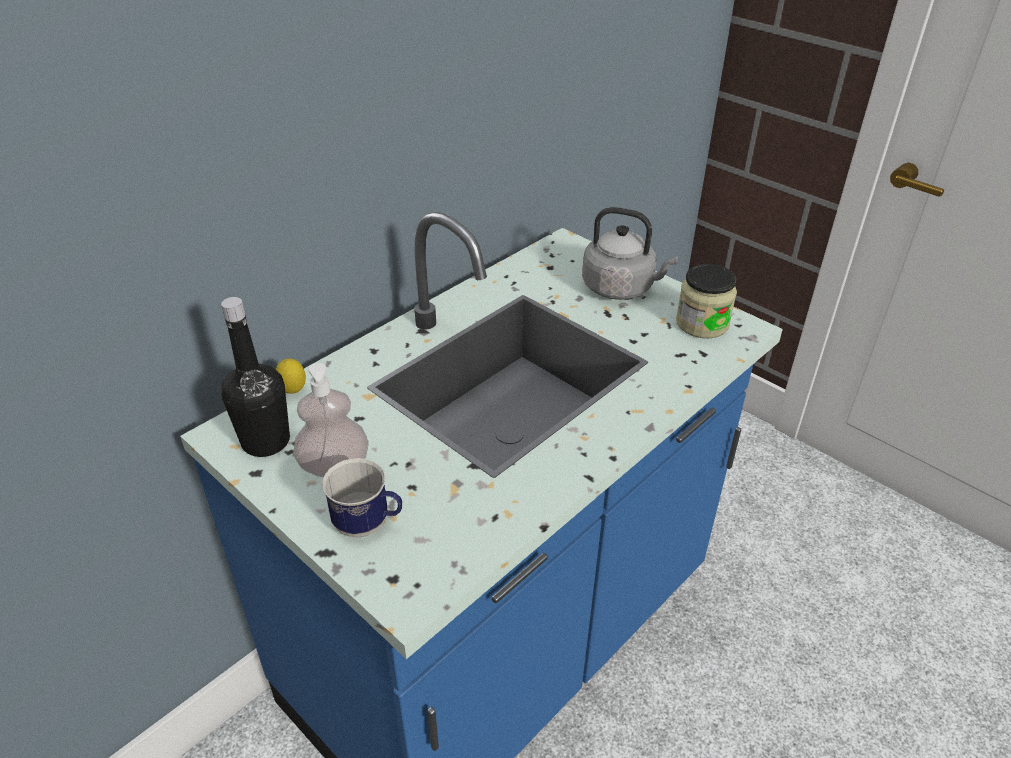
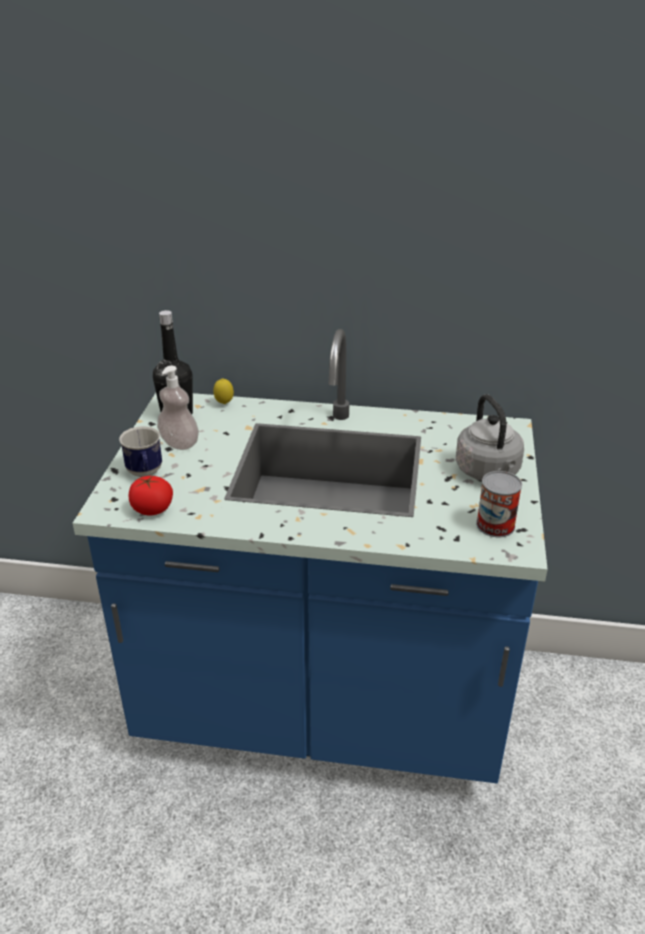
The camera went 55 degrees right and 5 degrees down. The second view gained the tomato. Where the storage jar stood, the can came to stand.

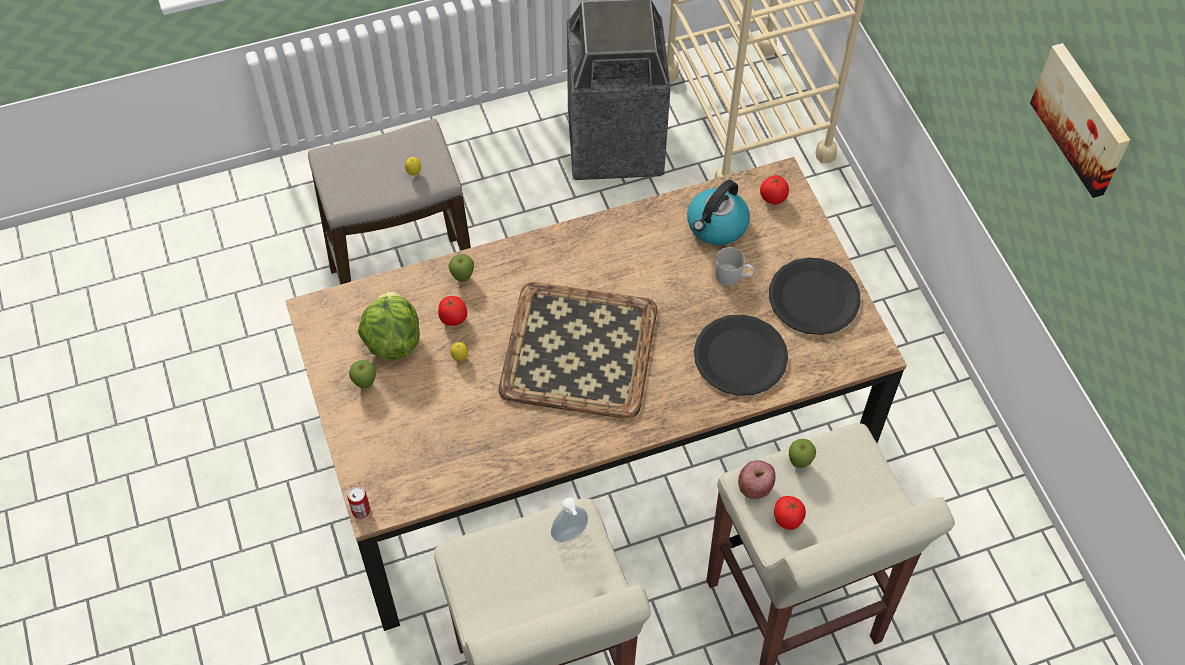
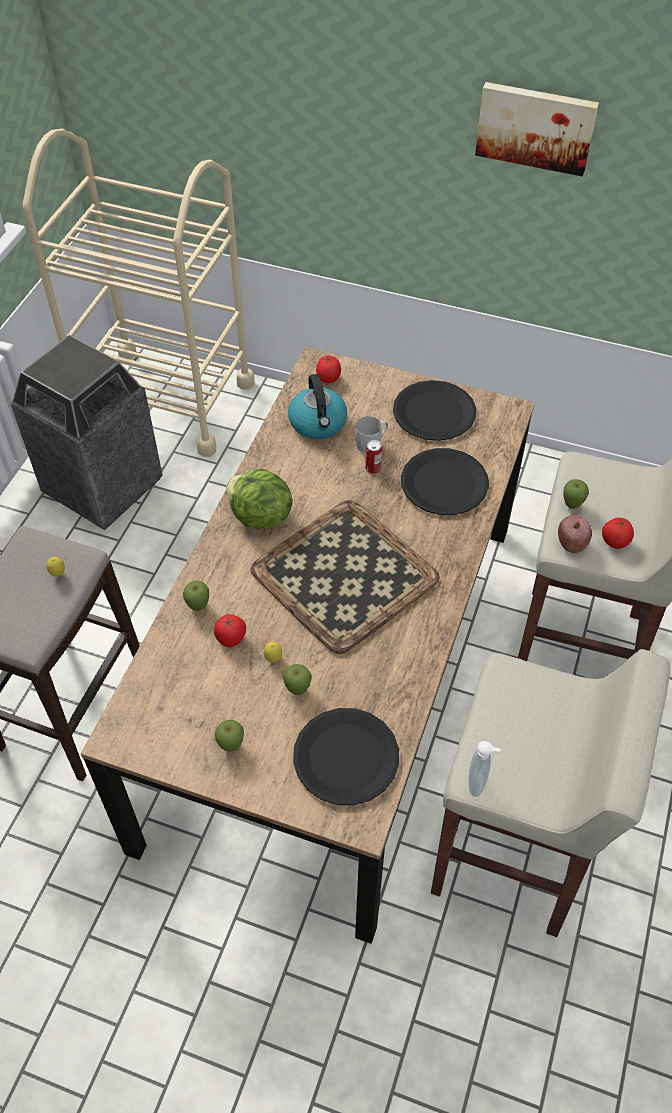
The camera went 50 degrees left and 5 degrees down. The second view gained the apple (3rd from left). The second view gained the flat dish (black) (1st from left). The can ended up elsewhere. The head of lettuce ended up elsewhere. The soap bottle ended up elsewhere.

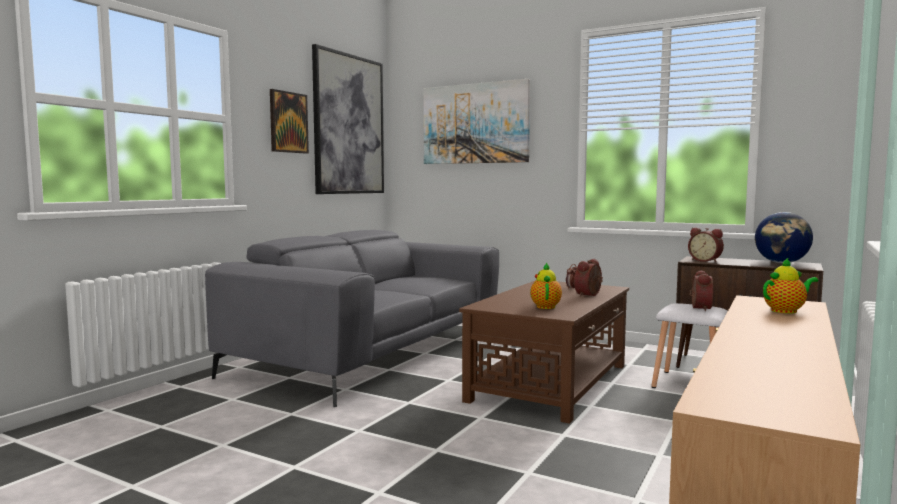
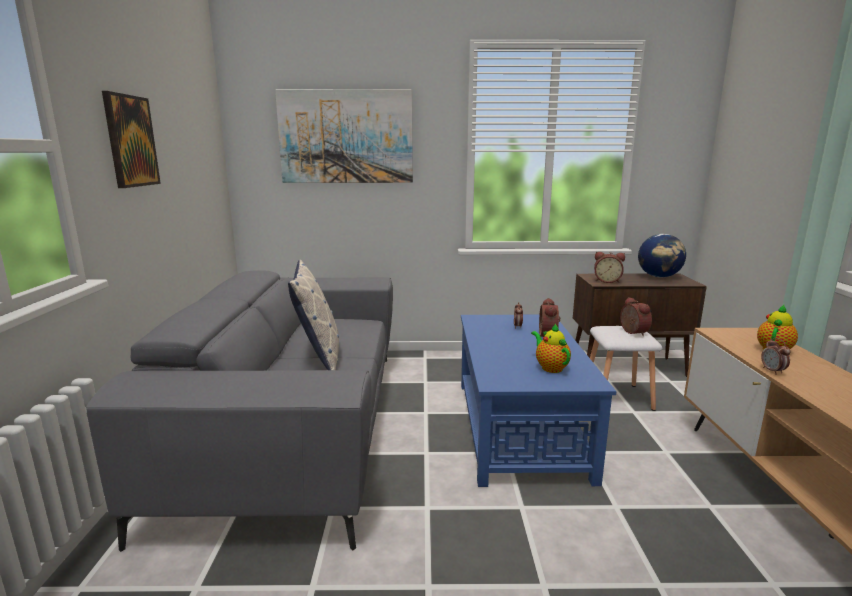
The camera went 30 degrees left and 10 degrees up. The second view lost the picture (2nd from left). The second view gained the throw pillow. The second view gained the alarm clock (5th from left). What was the low table (brown) turned into the low table (blue).

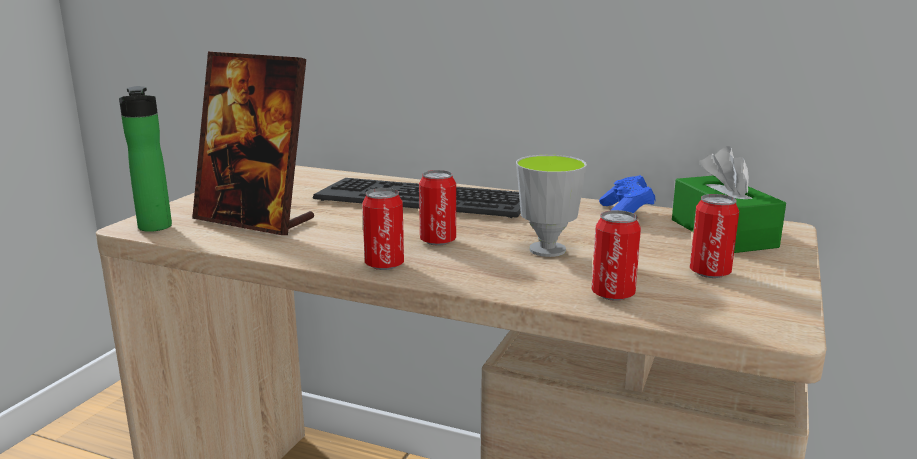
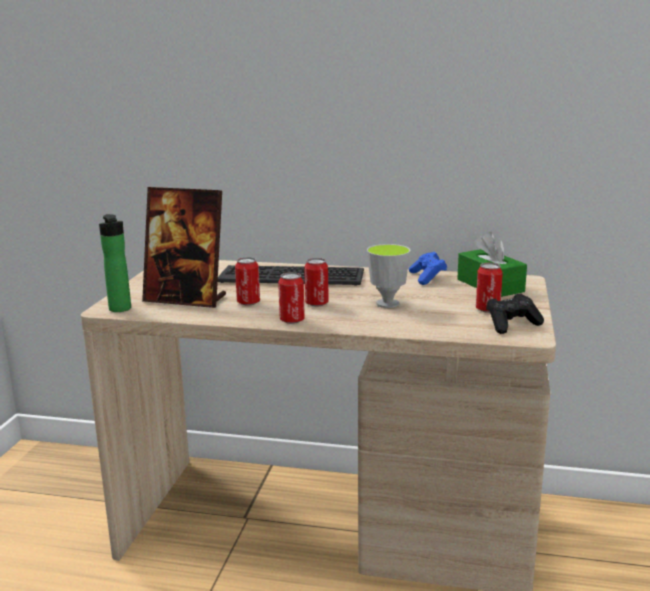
The camera went 10 degrees left and 0 degrees up. The second view gained the game controller (black). The can (3rd from left in the first image) ended up elsewhere.

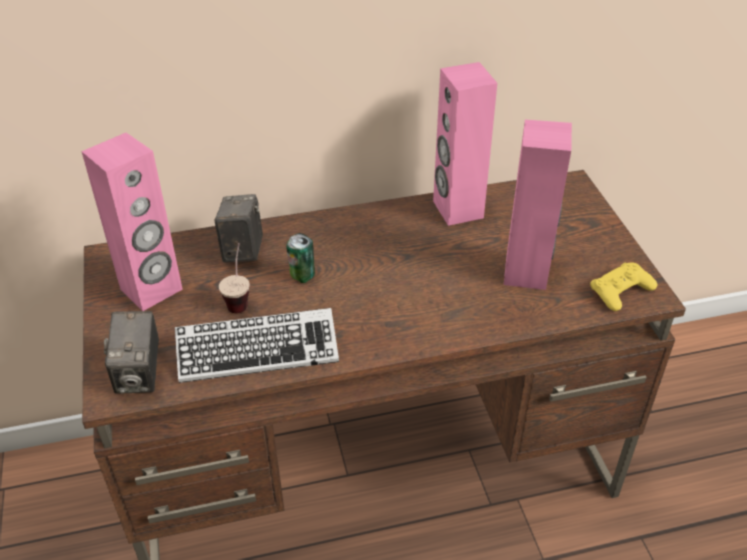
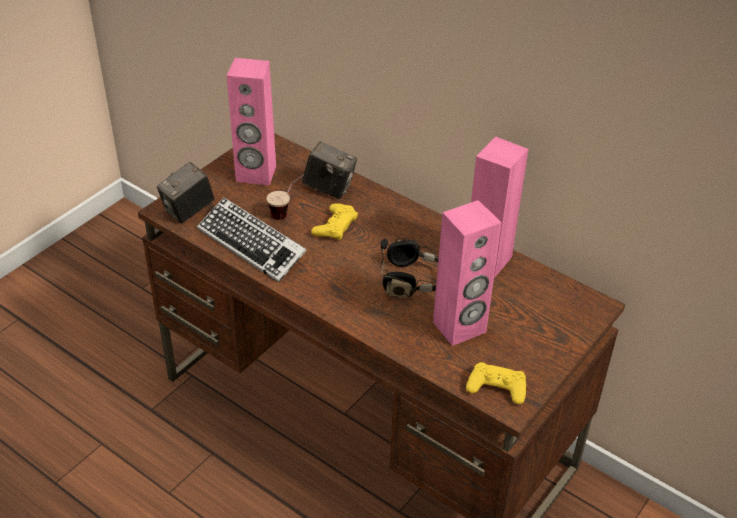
The camera went 50 degrees right and 0 degrees up. The second view gained the headset (black). Where the can stood, the game controller (yellowish) (1st from left) came to stand. The photo camera (2nd from left) ended up facing another way, 60 degrees clockwise from before.

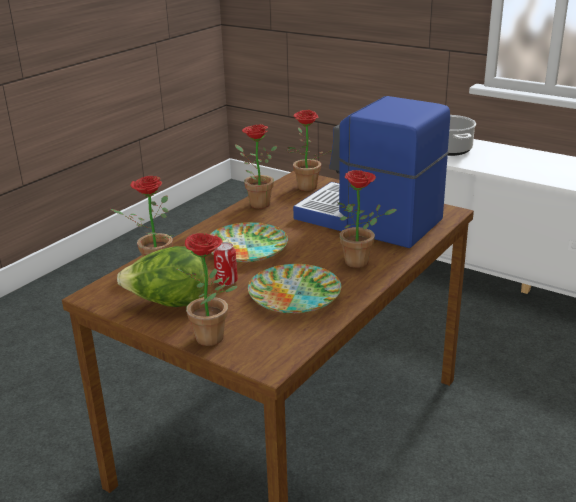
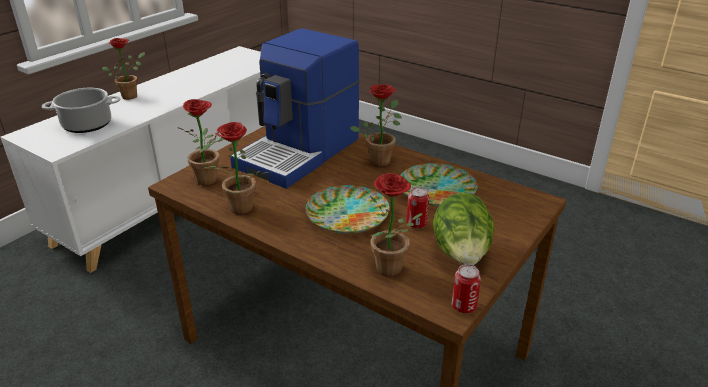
The camera went 90 degrees left and 5 degrees up. The second view gained the can (2nd from left). The houseplant (2nd from left in the first image) ended up elsewhere.

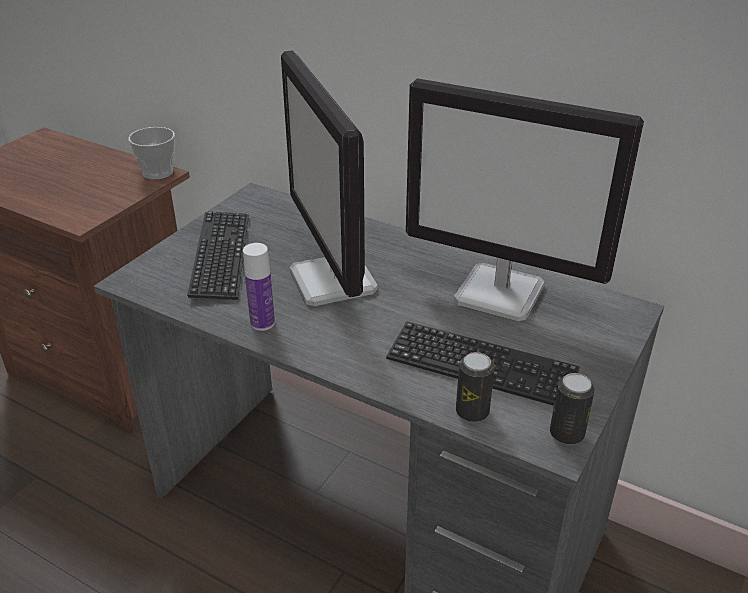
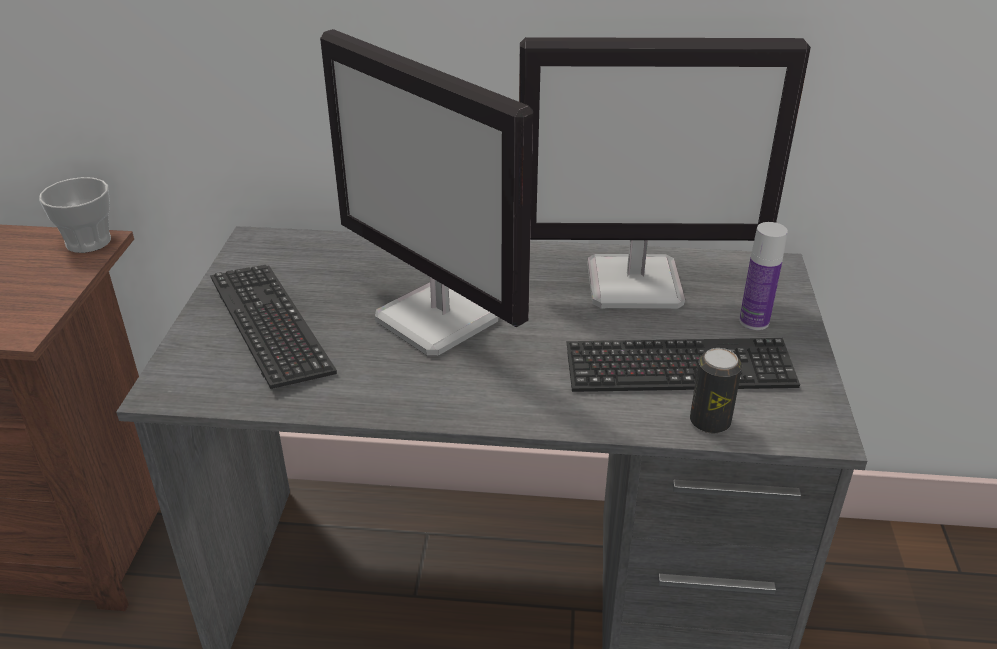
The camera went 25 degrees left and 0 degrees up. The second view lost the can (2nd from left). The beverage bottle ended up elsewhere.

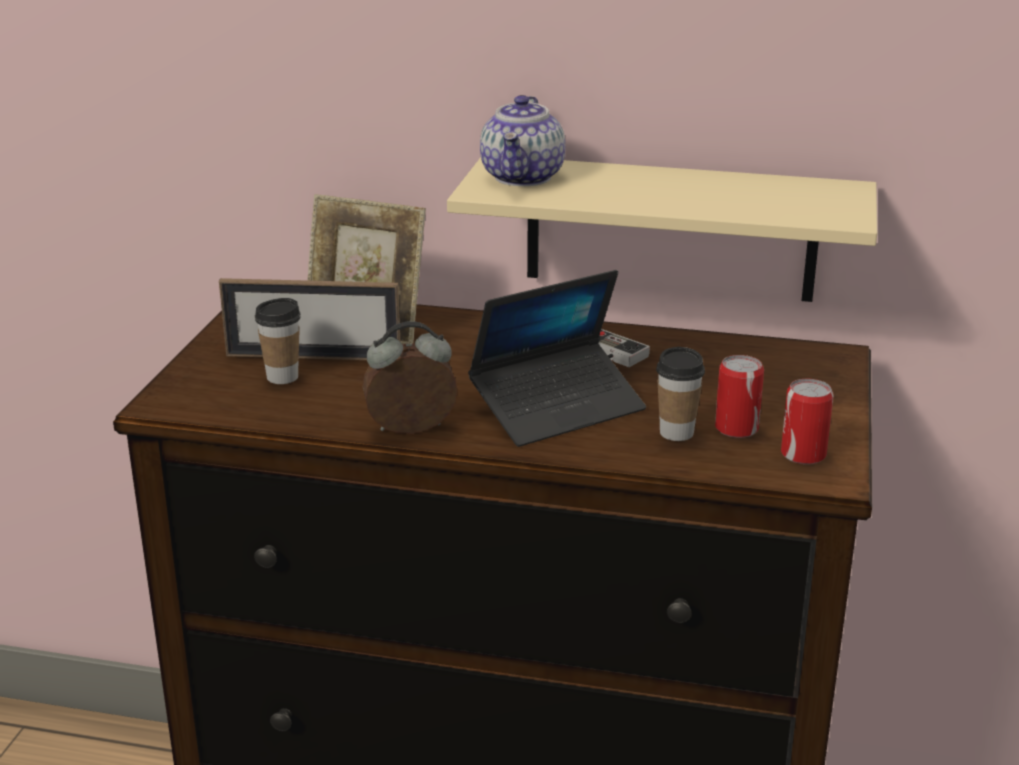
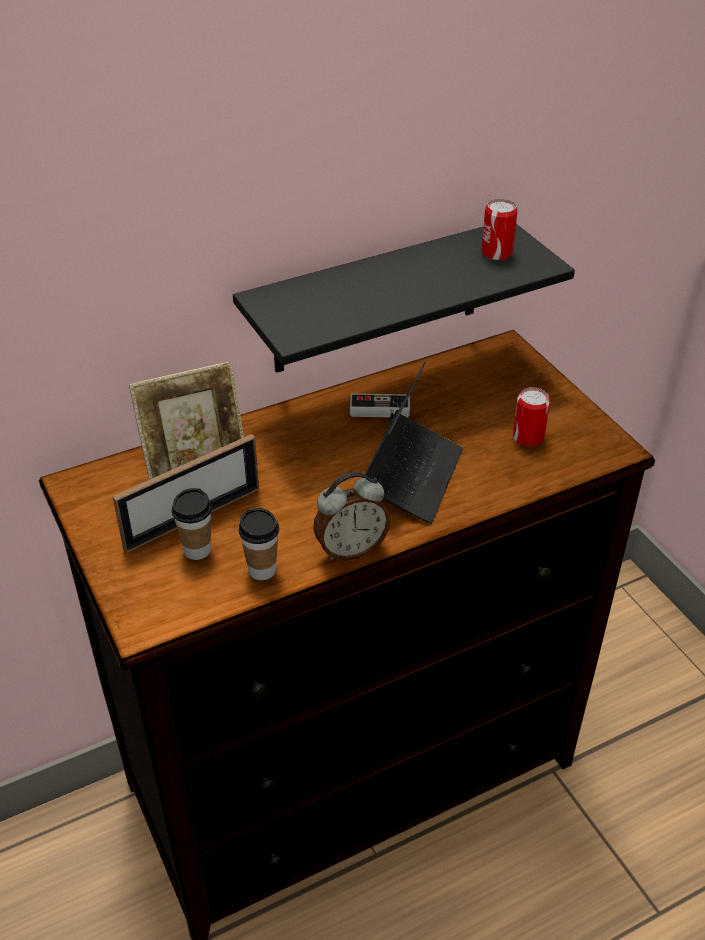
The camera went 40 degrees left and 15 degrees up. The second view lost the tea pot. The small cup (2nd from left) ended up elsewhere. The can (2nd from left in the first image) ended up elsewhere. What was the bracket shelf (sand-coloured) turned into the bracket shelf (black). The alarm clock ended up facing another way, 150 degrees counterclockwise from before.

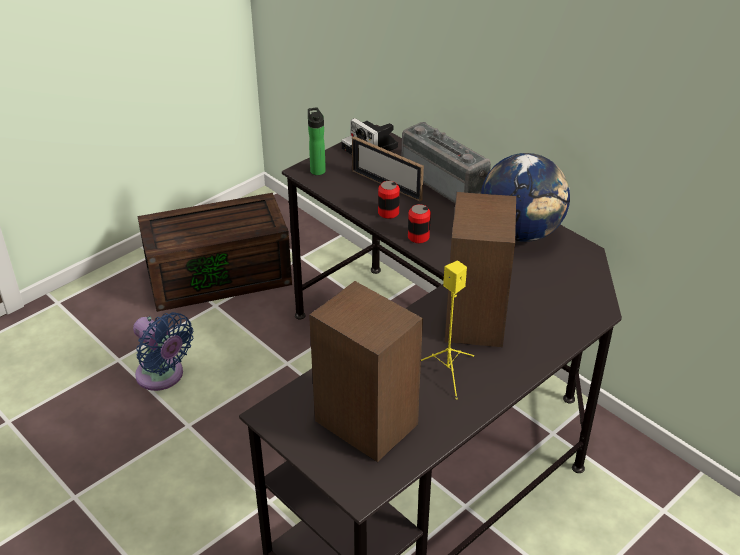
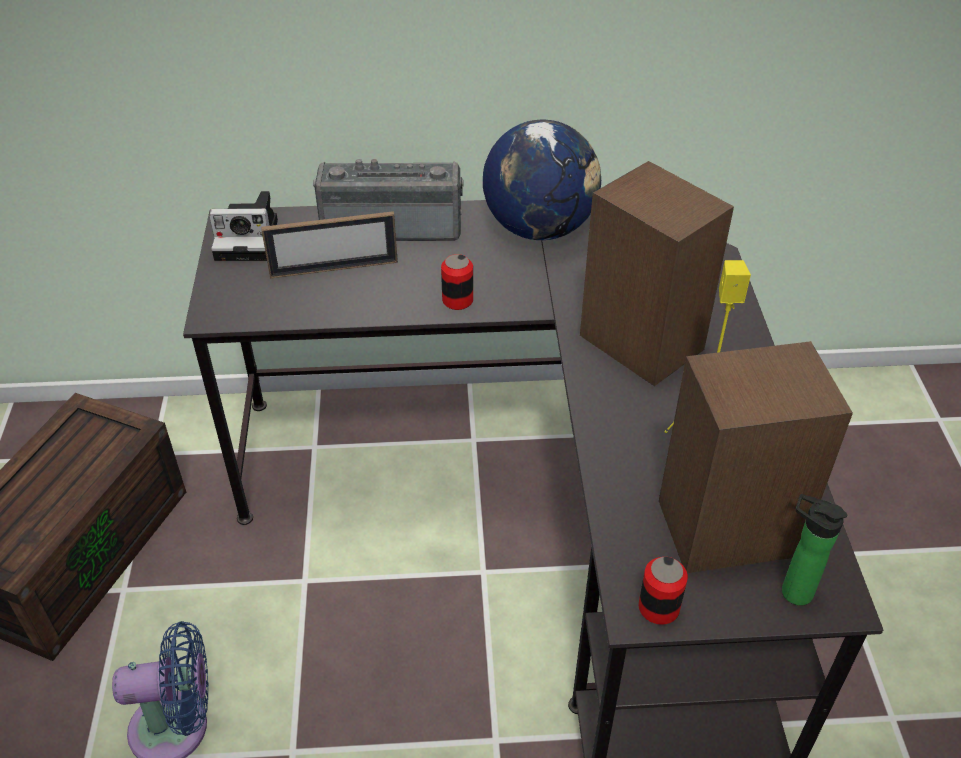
The camera went 50 degrees left and 5 degrees up. The beverage bottle ended up elsewhere. The can (1st from left in the first image) ended up elsewhere.

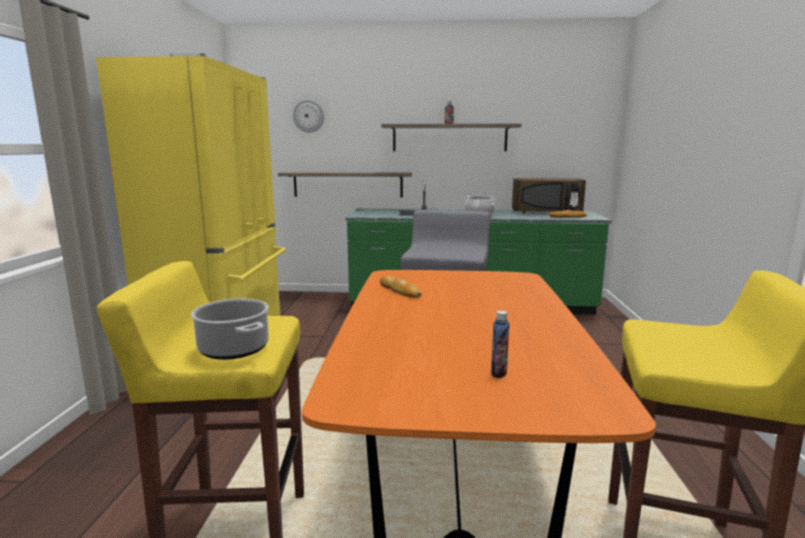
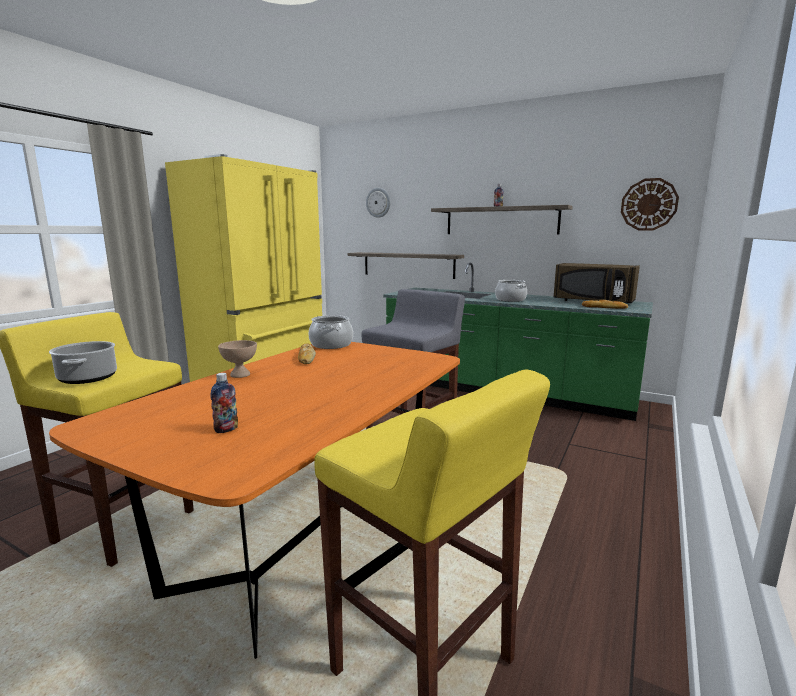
The camera went 25 degrees right and 0 degrees up. The second view gained the serving bowl (sand-coloured). The second view gained the stockpot (2nd from left). The second view gained the clock on the wall (2nd from left).

